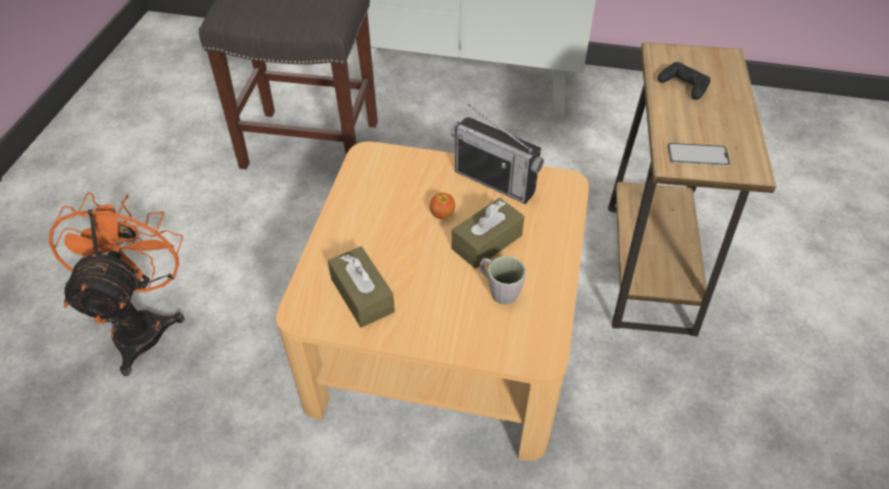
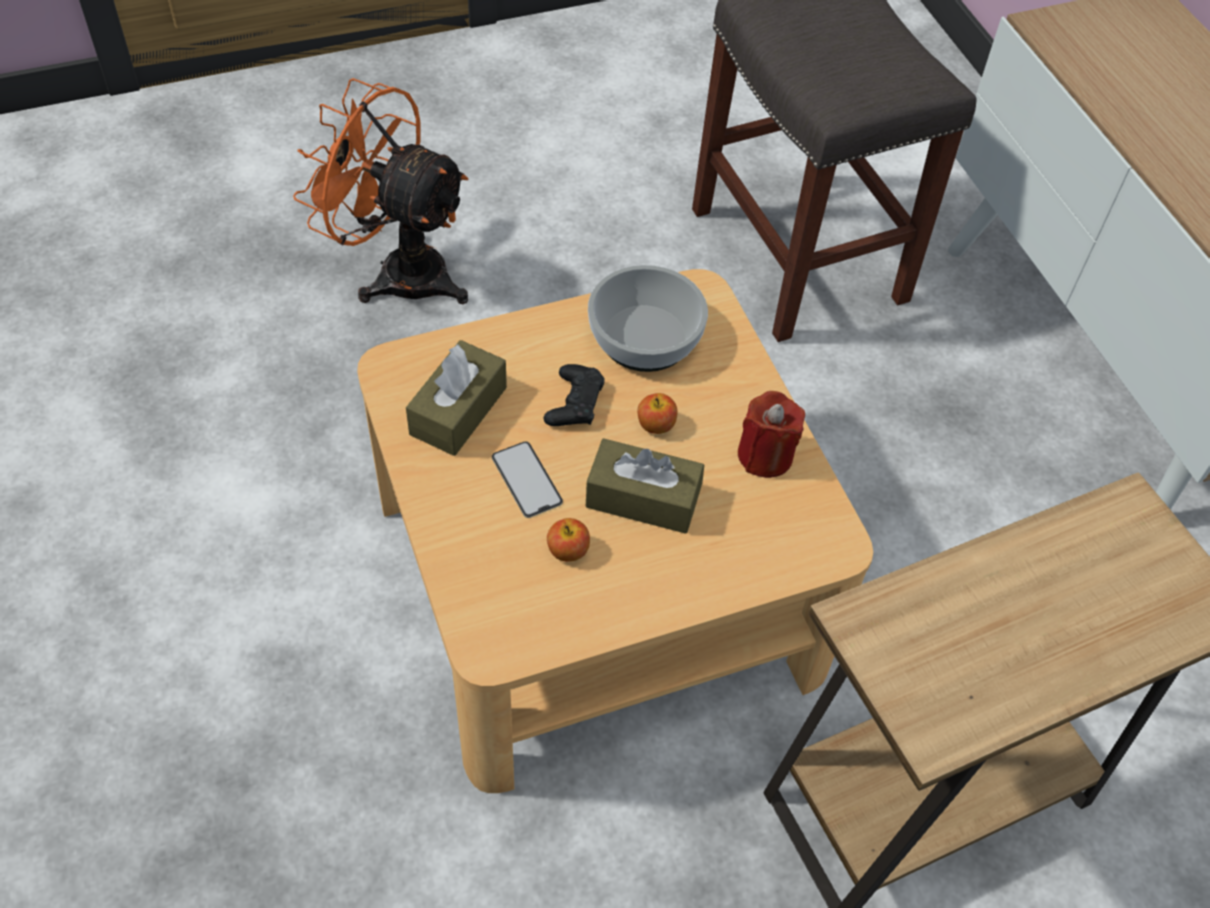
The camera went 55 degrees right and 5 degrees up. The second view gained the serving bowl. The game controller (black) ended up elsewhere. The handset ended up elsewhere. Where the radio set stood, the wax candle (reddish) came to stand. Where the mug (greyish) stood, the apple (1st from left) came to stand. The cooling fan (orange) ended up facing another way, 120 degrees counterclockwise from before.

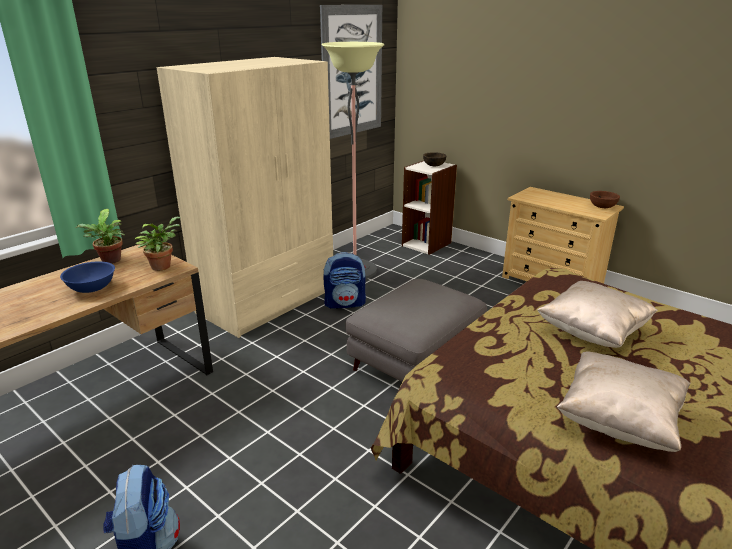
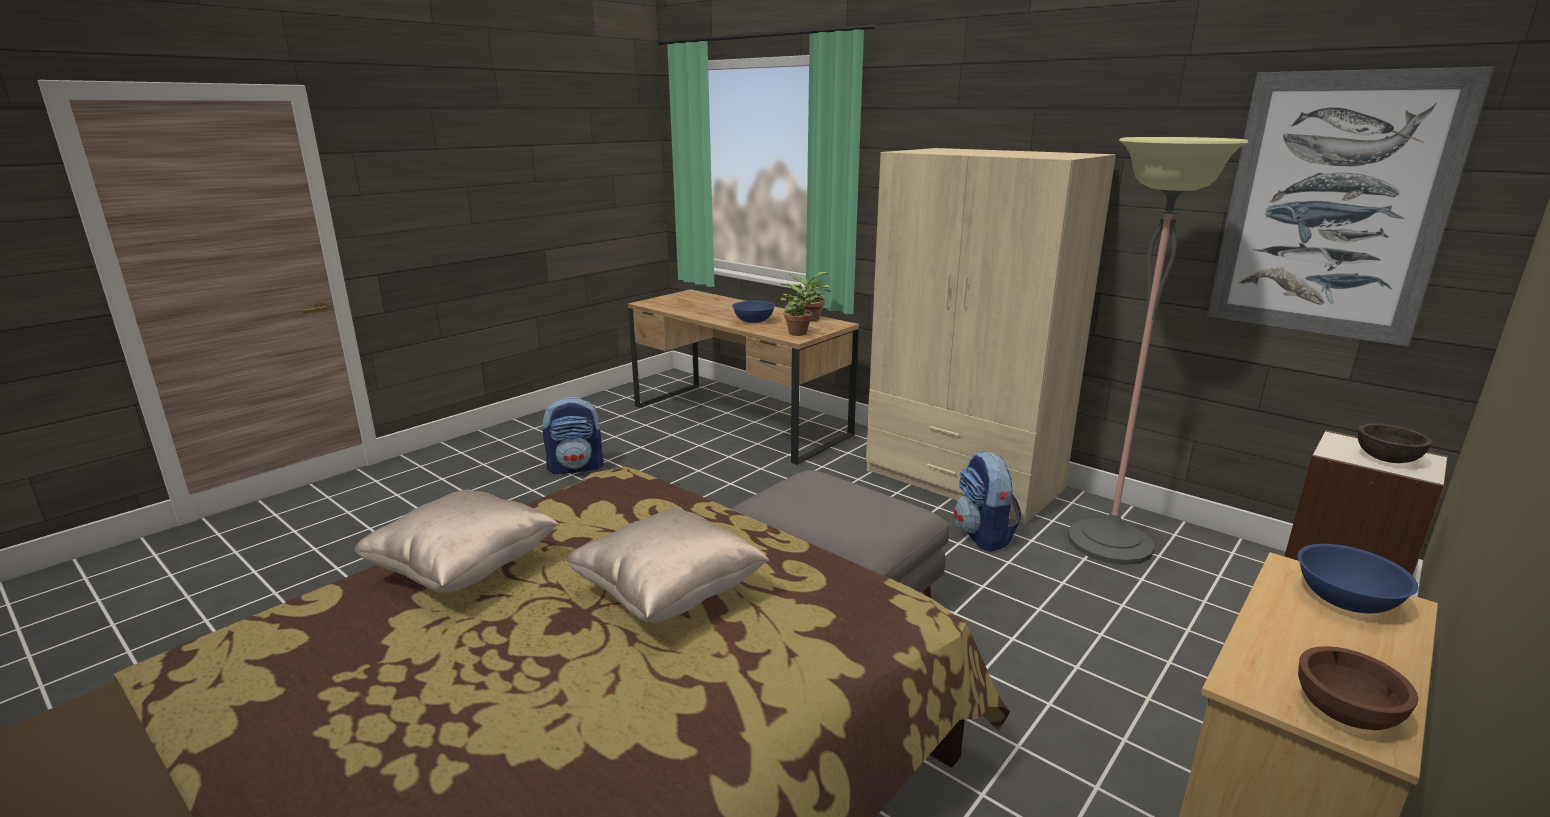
The camera went 90 degrees right and 5 degrees down. The second view gained the serving bowl (blue) (2nd from left).

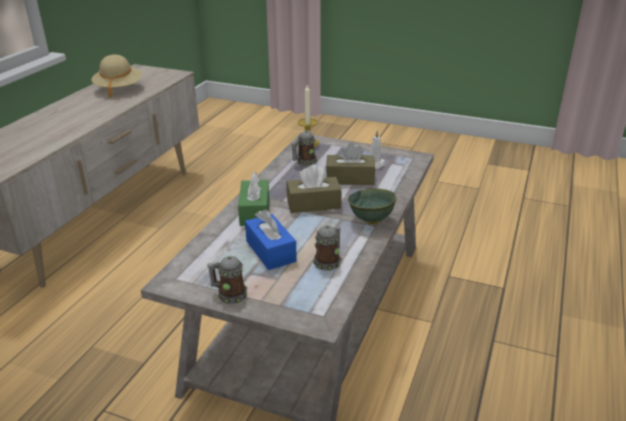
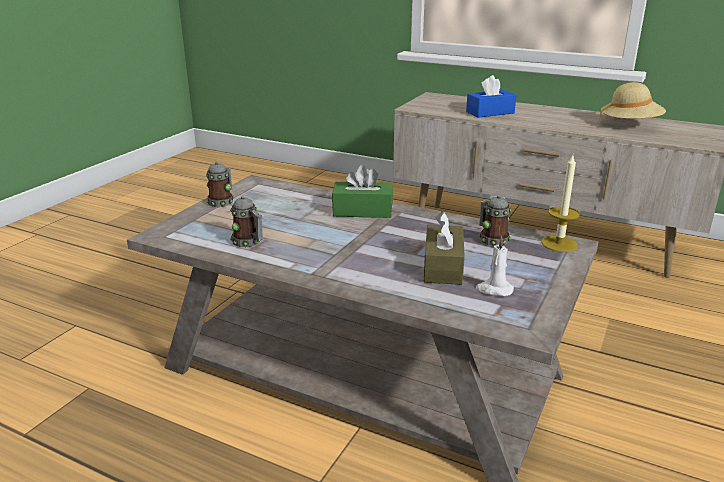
The camera went 95 degrees right and 5 degrees down. The second view lost the tissue box (brown) (1st from left). The second view lost the serving bowl (green-coloured). The tissue box (blue) ended up elsewhere.

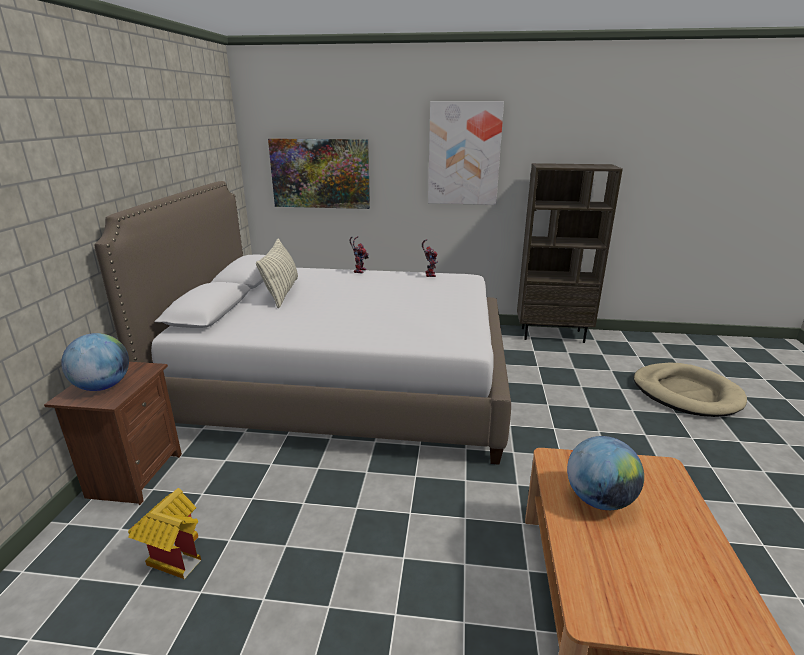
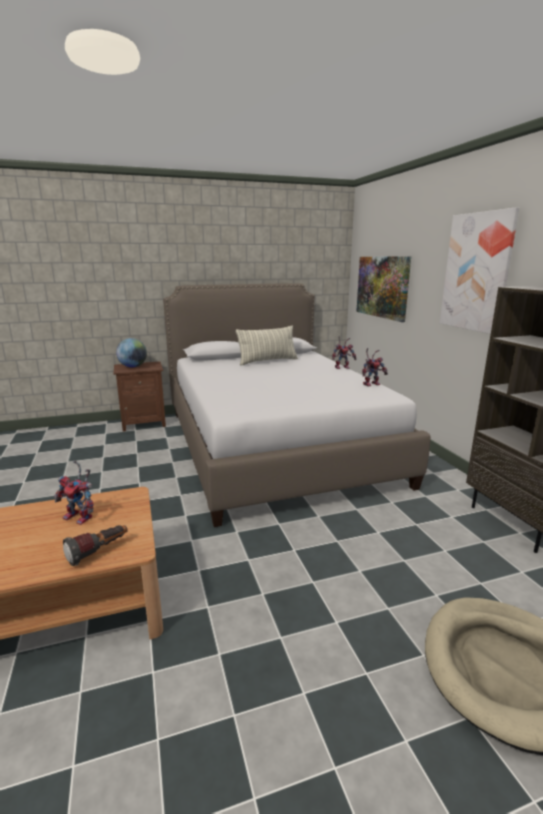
The camera went 65 degrees right and 5 degrees down. The second view lost the toy house. The second view gained the flashlight. Where the globe (2nd from left) stood, the robot figure (1st from left) came to stand.

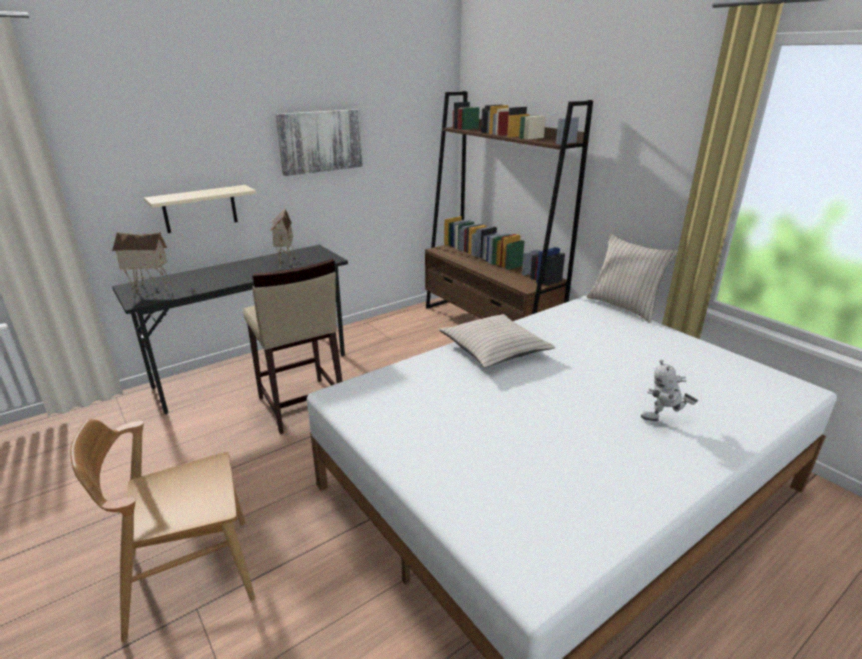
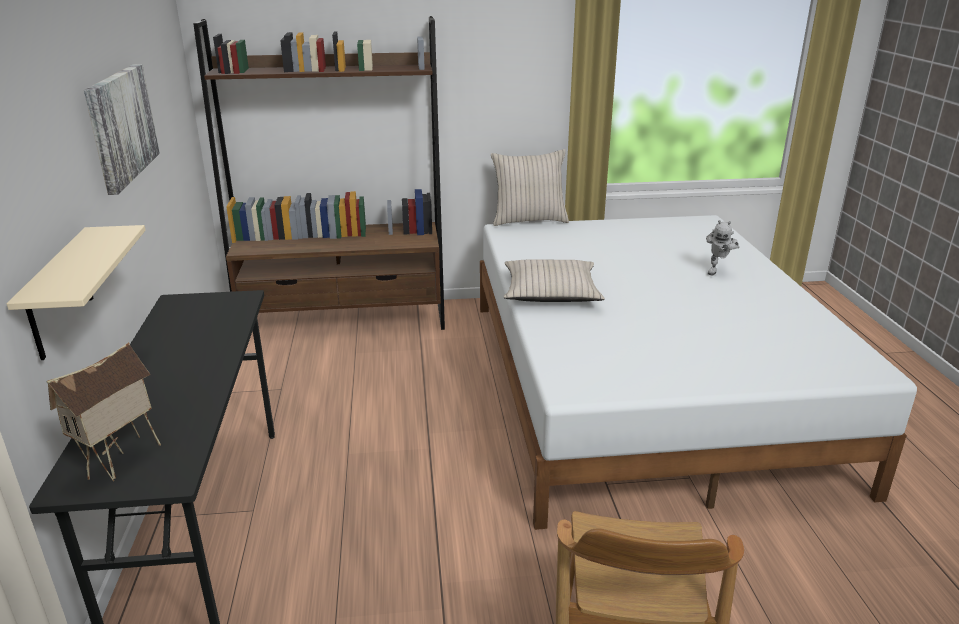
The camera went 60 degrees left and 0 degrees up. The second view lost the sitting stool (sand-coloured). The second view lost the toy house (2nd from left).

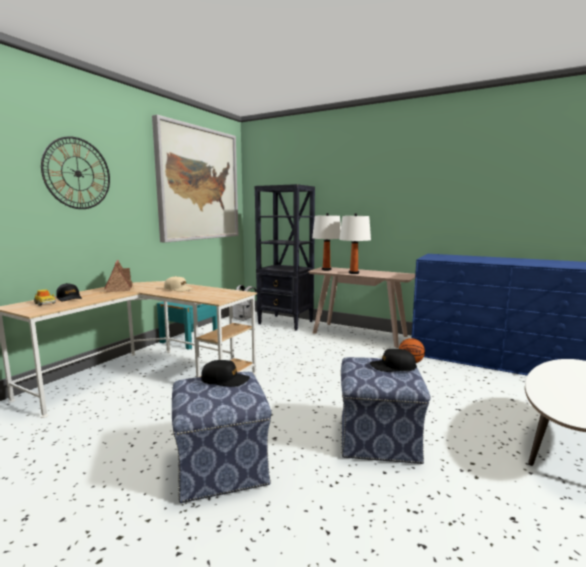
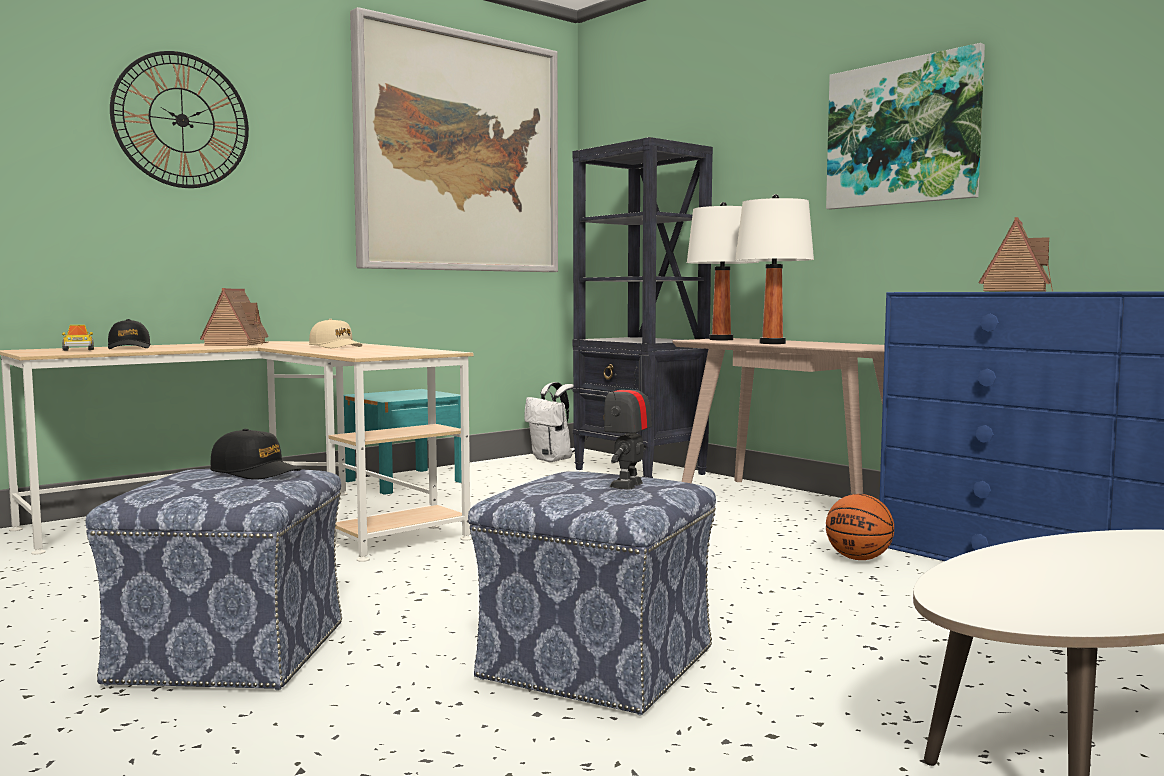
The camera went 20 degrees right and 5 degrees down. The second view gained the picture (2nd from left). The second view gained the toy house (2nd from left). Where the cap (black) (3rd from left) stood, the robot figure came to stand.

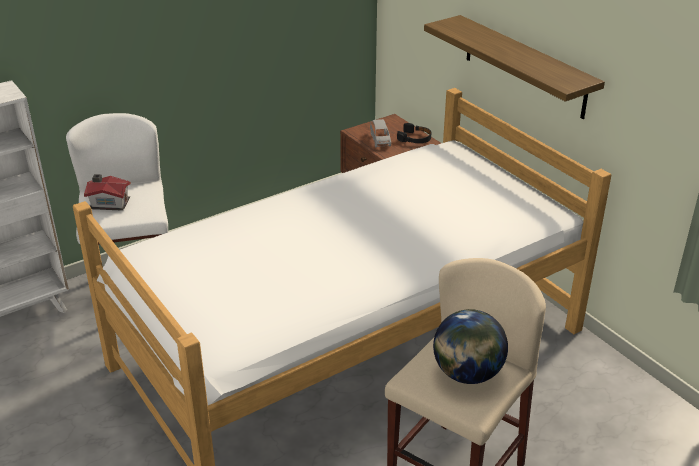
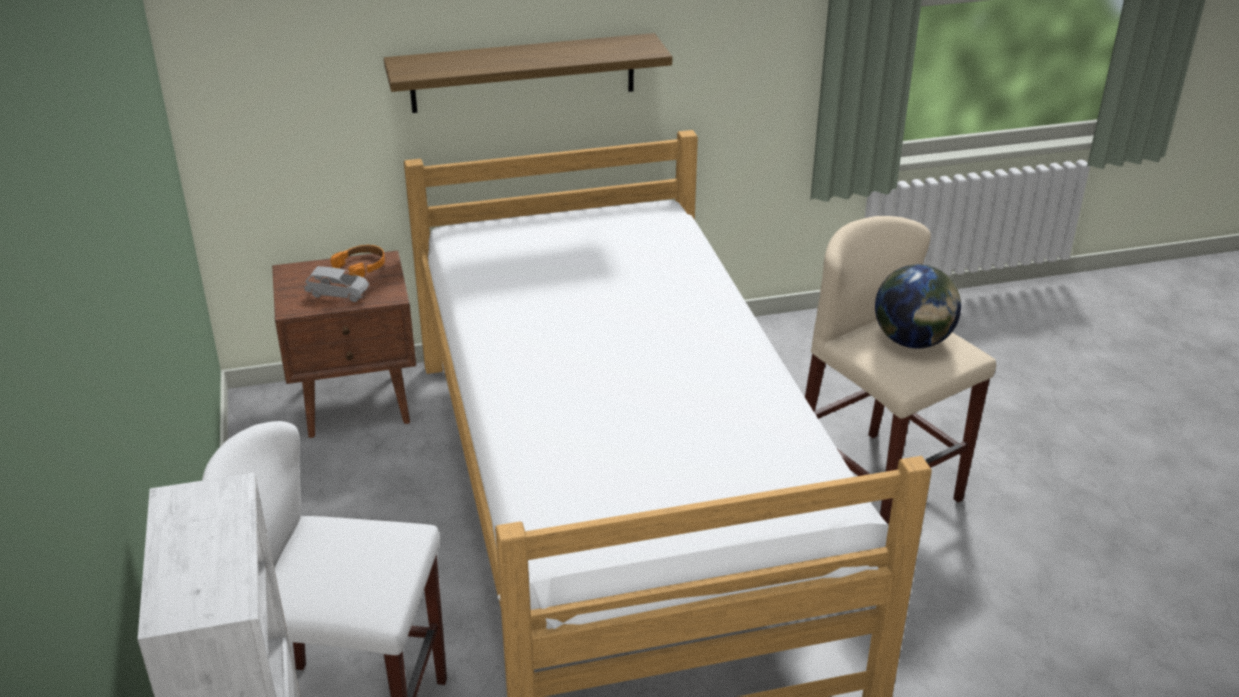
The camera went 70 degrees left and 0 degrees up. The second view lost the toy house. What was the headset (black) turned into the headset (orange).

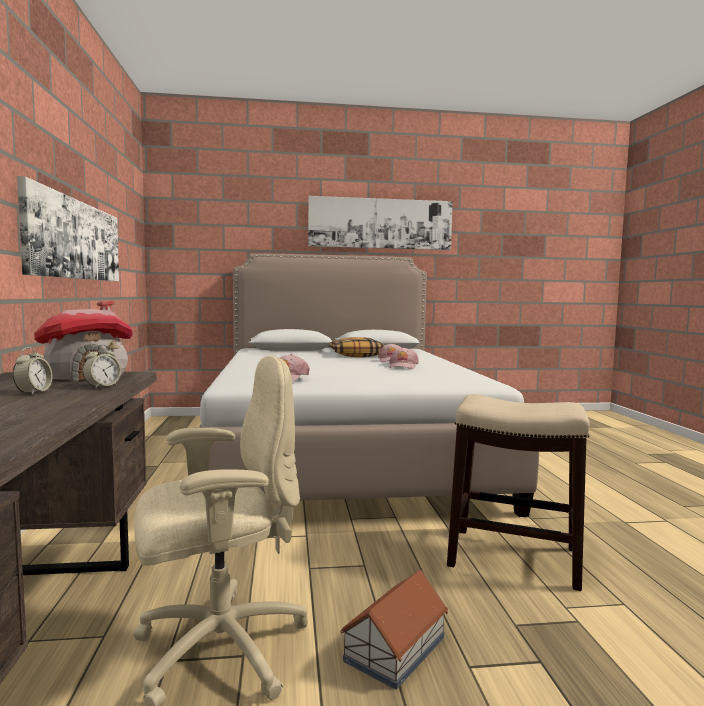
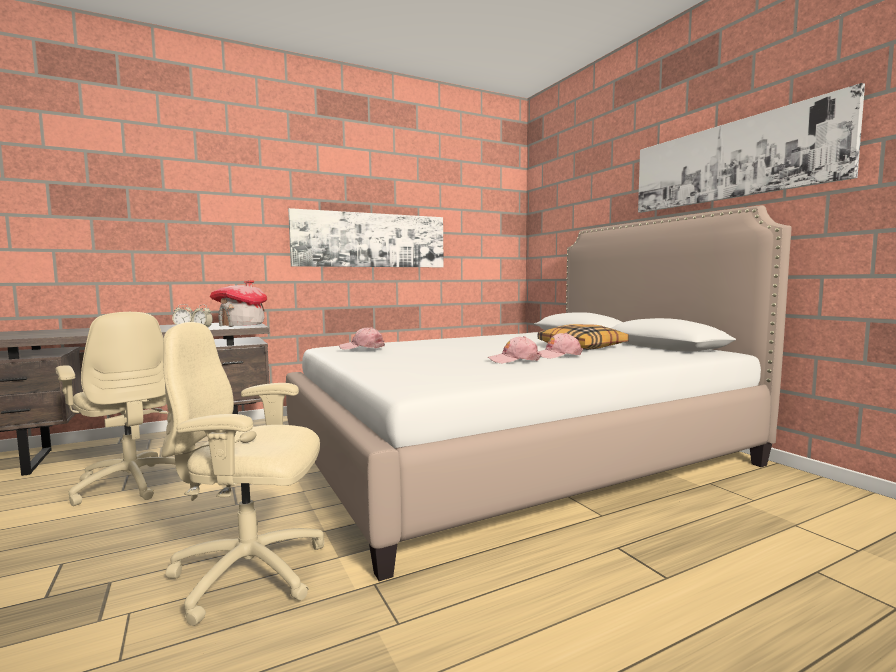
The camera went 70 degrees right and 0 degrees up. The second view lost the toy house (2nd from left). Where the sitting stool stood, the computer chair (sand-coloured) (2nd from left) came to stand.

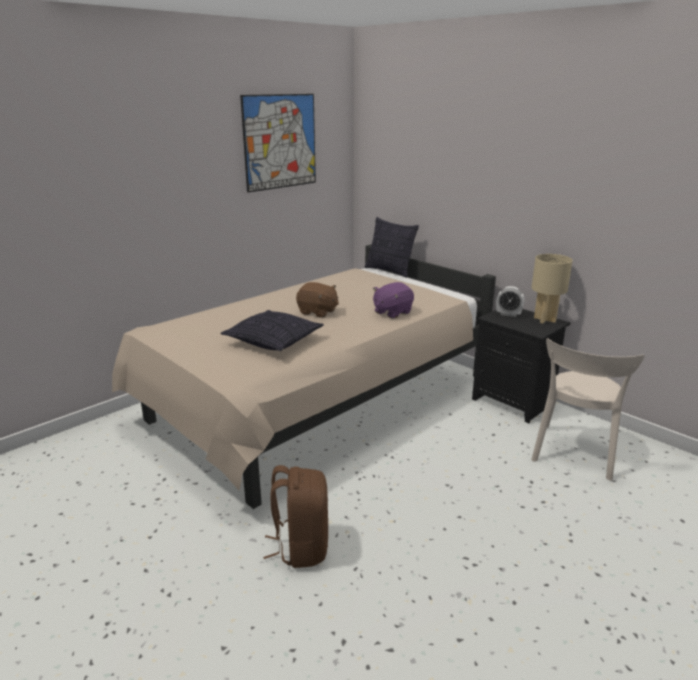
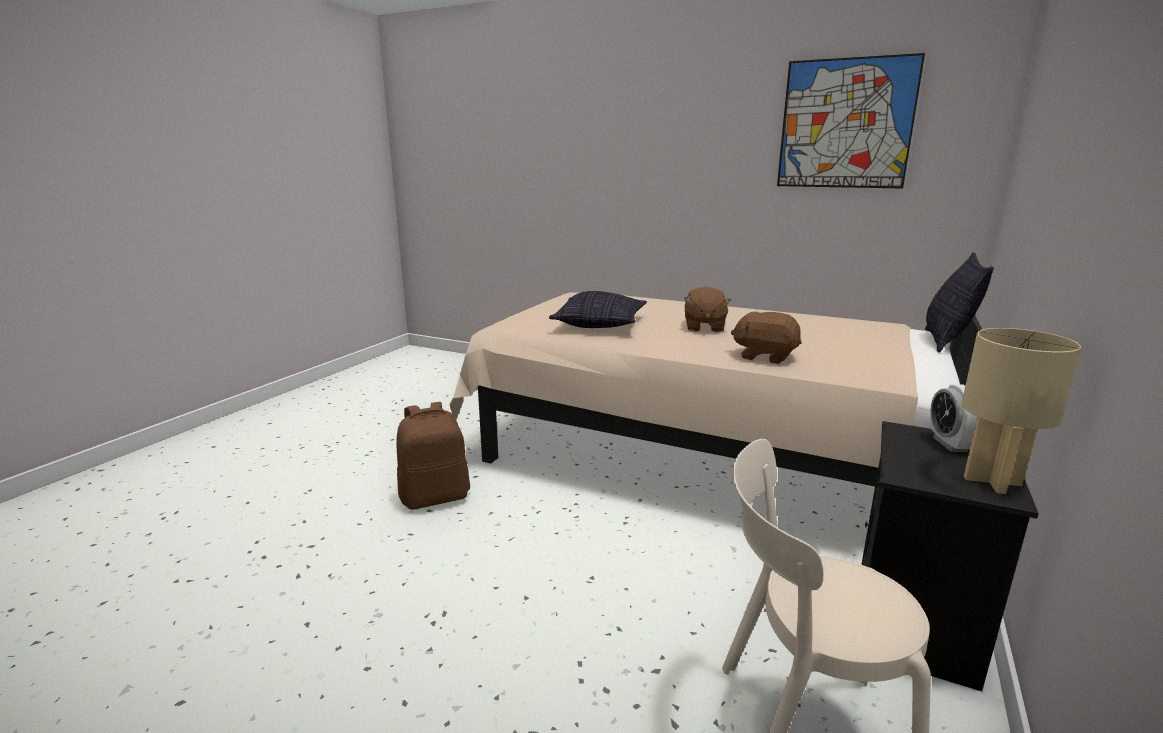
The camera went 70 degrees right and 5 degrees down. What was the plush toy (purplish) turned into the plush toy (brown) (2nd from left).

